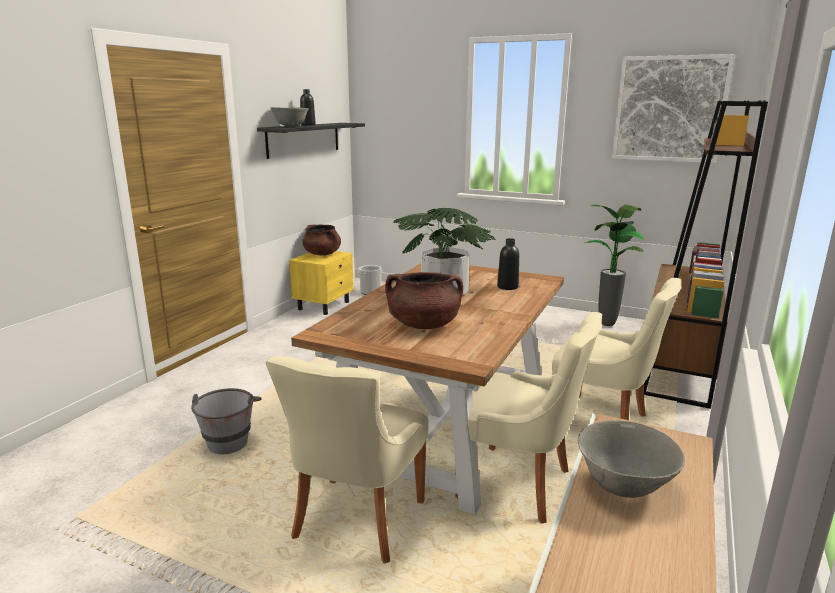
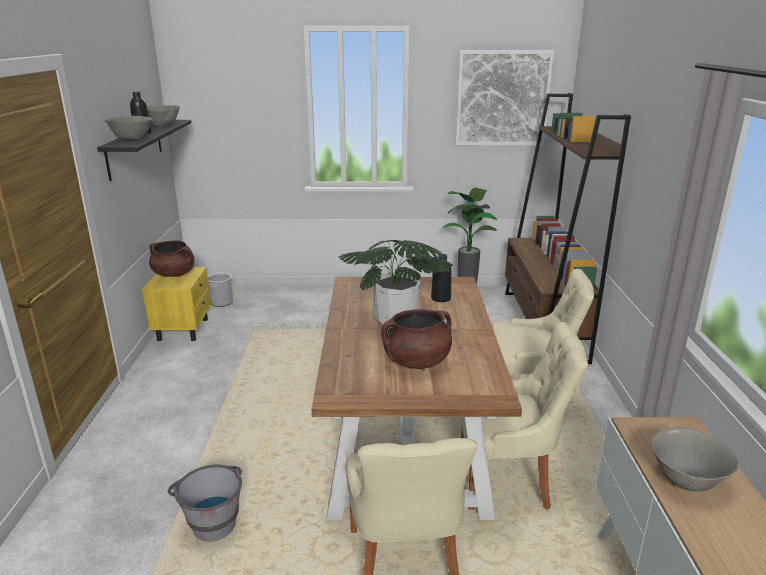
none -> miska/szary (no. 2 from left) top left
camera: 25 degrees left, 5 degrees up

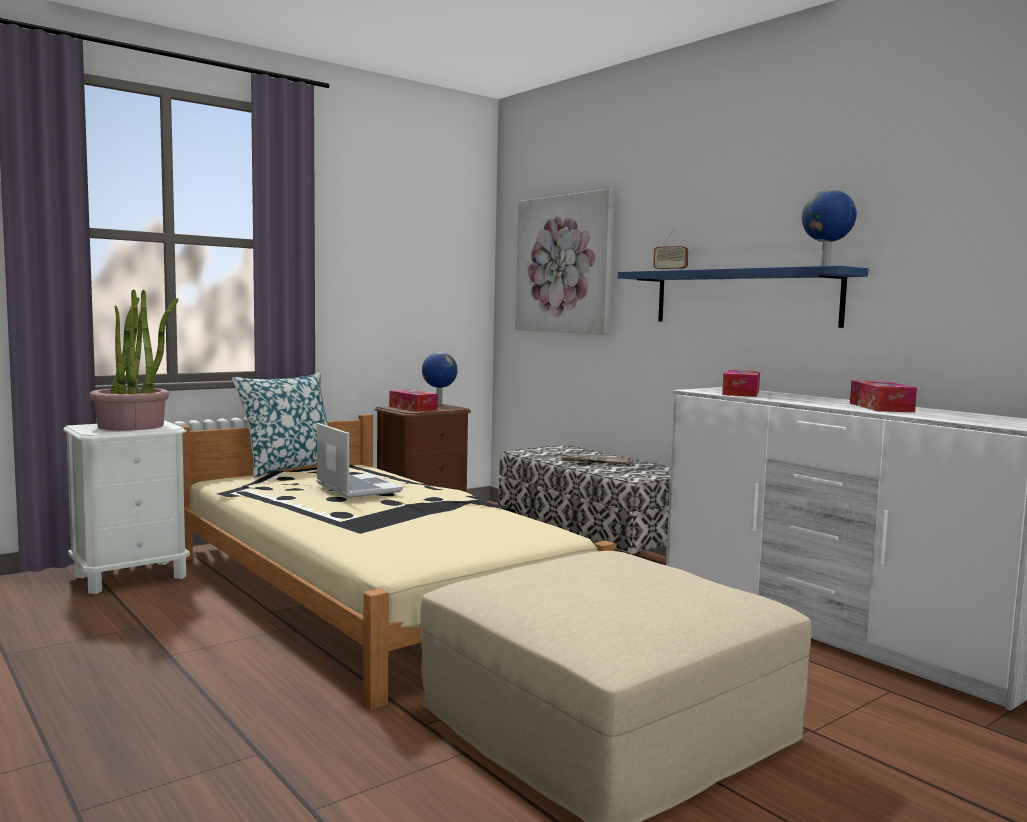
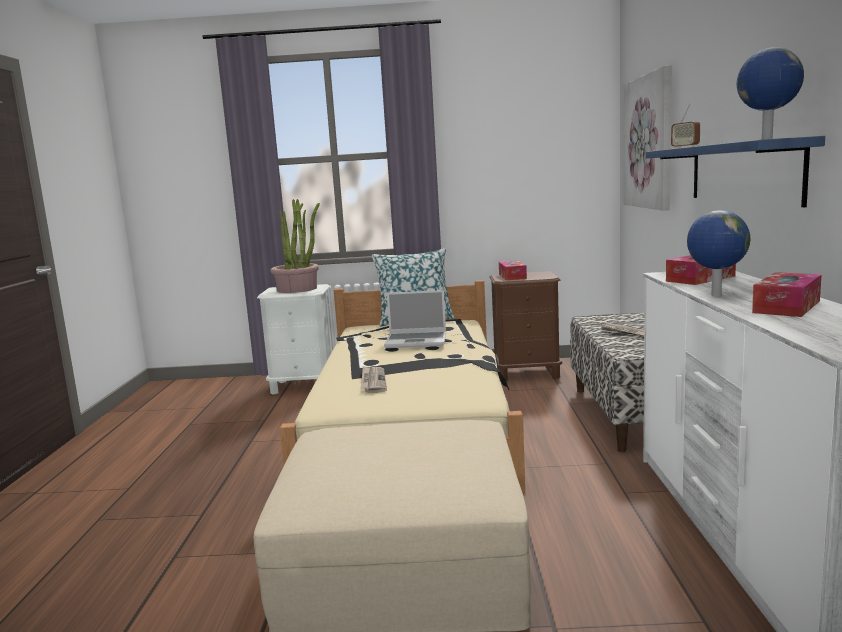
laptop centre, 90 degrees clockwise
globus (no. 1 from left) centre -> globus (no. 1 from left) middle right, shifted
none -> gazeta (no. 1 from left) centre
camera: 40 degrees right, 5 degrees up

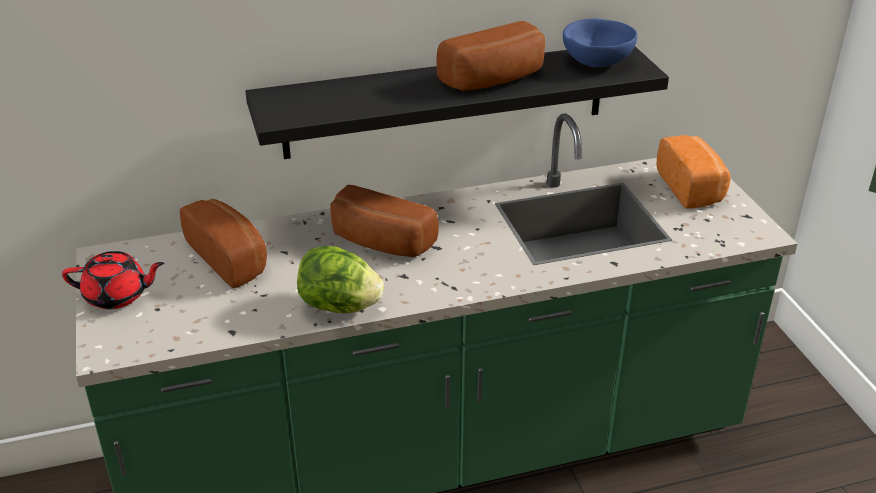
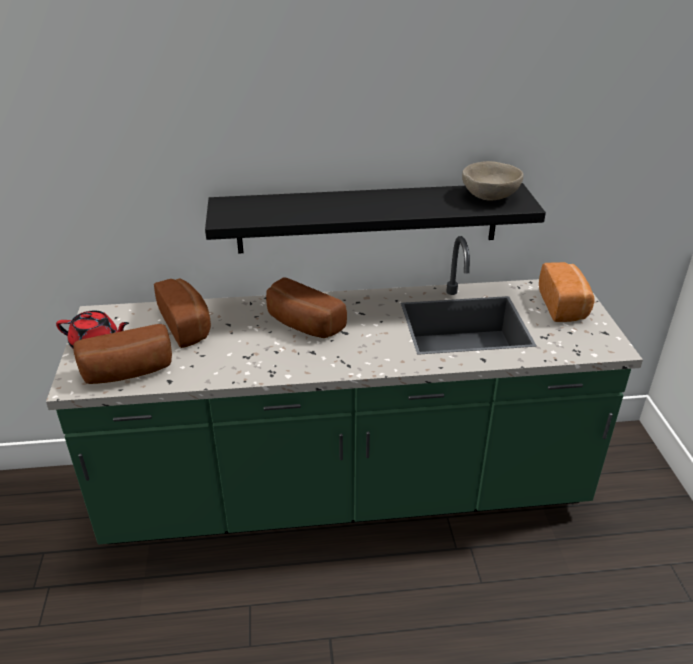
sałata centre -> none
chleb (no. 3 from left in the first image) top centre -> chleb (no. 1 from left) middle left, shifted
miska/niebieski top right -> miska/beżowy top right
camera: 10 degrees right, 0 degrees up

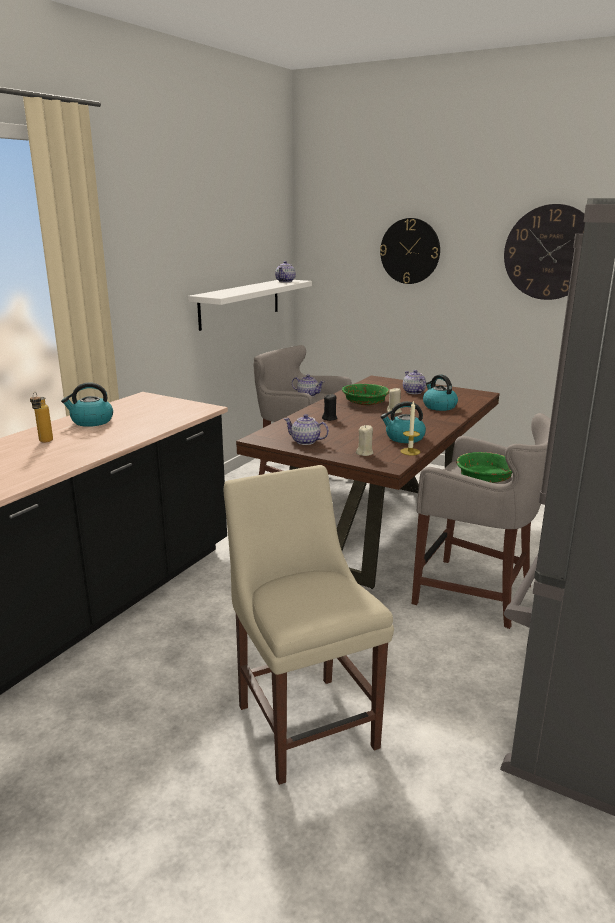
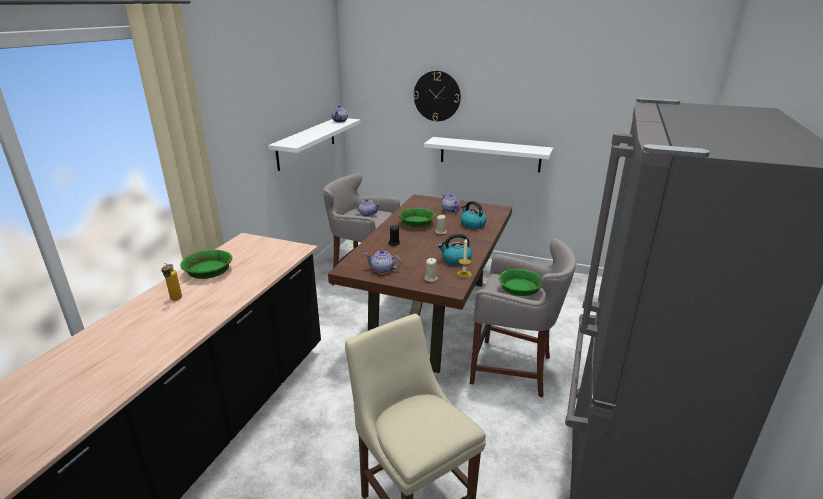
czajnik (no. 1 from left) middle left -> miska/zielony (no. 1 from left) middle left
zegar ścienny (no. 2 from left) top right -> none
none -> półka/biały (no. 2 from left) top centre
camera: 10 degrees left, 5 degrees up

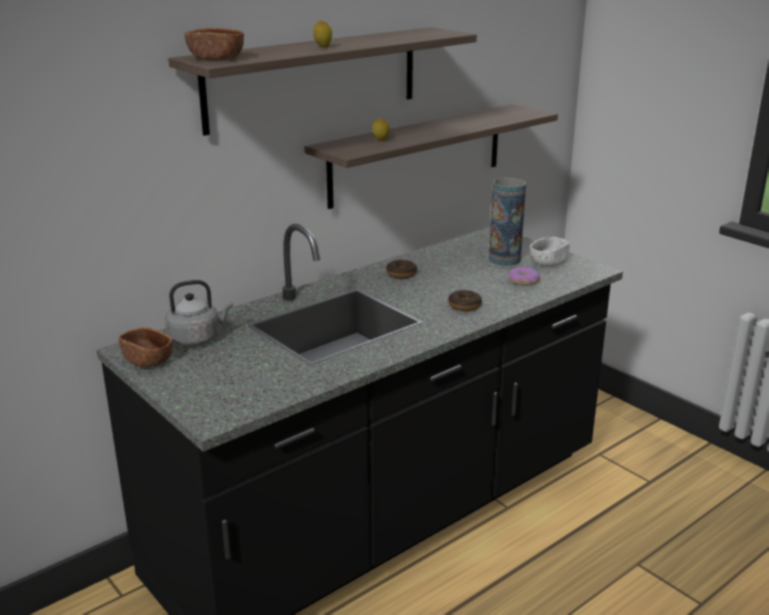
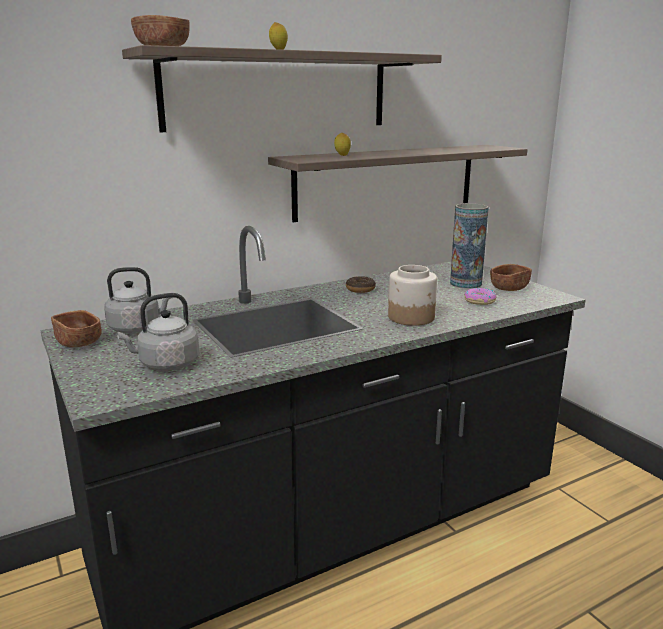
donut (no. 2 from left) centre -> słoik centre
miska/biały middle right -> miska/brązowy (no. 3 from left) middle right
none -> czajnik/szary (no. 2 from left) middle left
camera: 10 degrees right, 5 degrees down

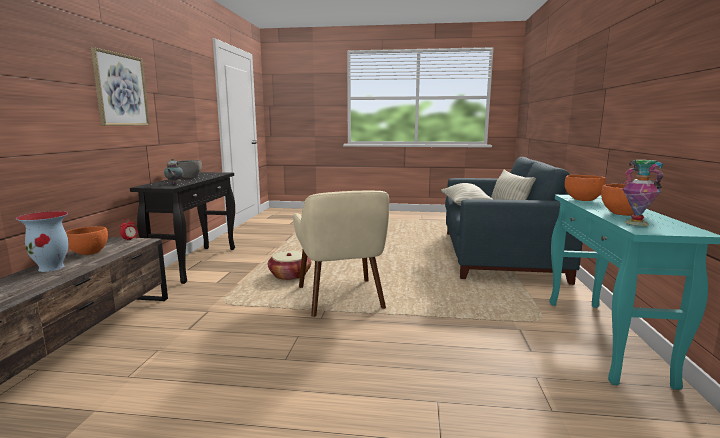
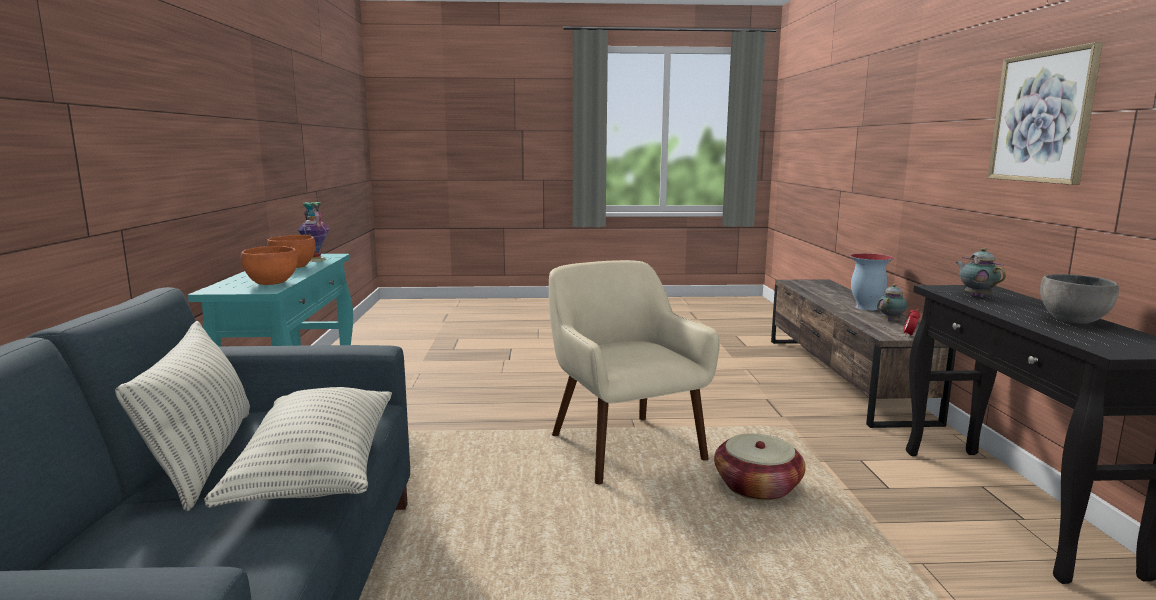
miska/pomarańczowy (no. 1 from left) middle left -> imbryk (no. 1 from left) middle right
camera: 170 degrees right, 0 degrees up

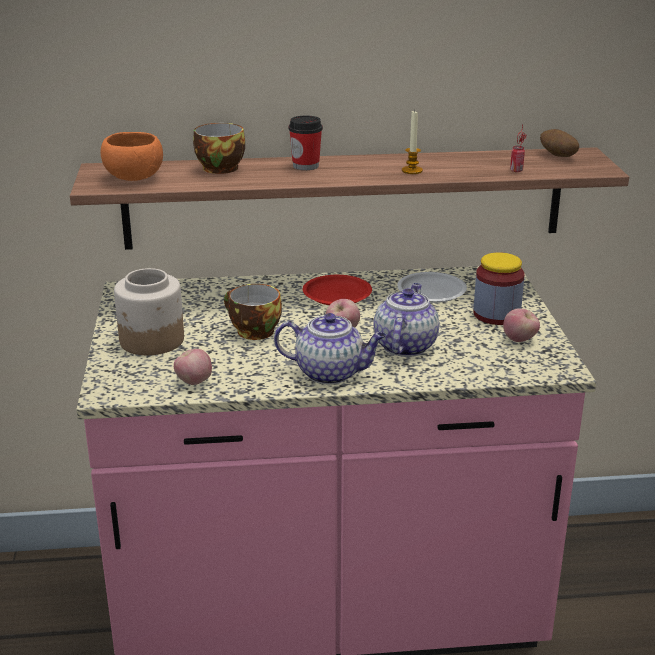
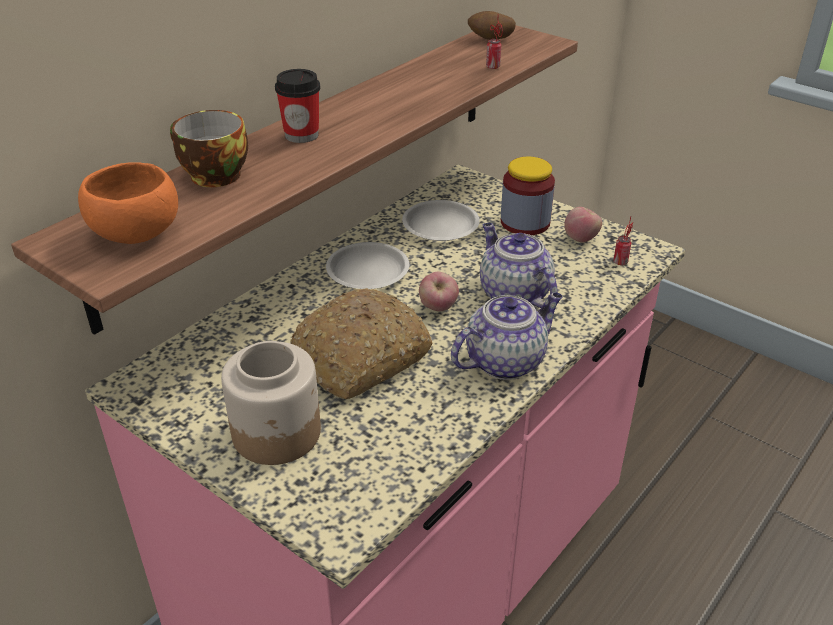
jabłko (no. 1 from left) middle left -> none
filiżanka (no. 2 from left) centre -> chleb centre
talerz/czerwony centre -> talerz/biały (no. 1 from left) centre
świeca top centre -> none
none -> puszka (no. 2 from left) middle right
camera: 45 degrees left, 10 degrees up

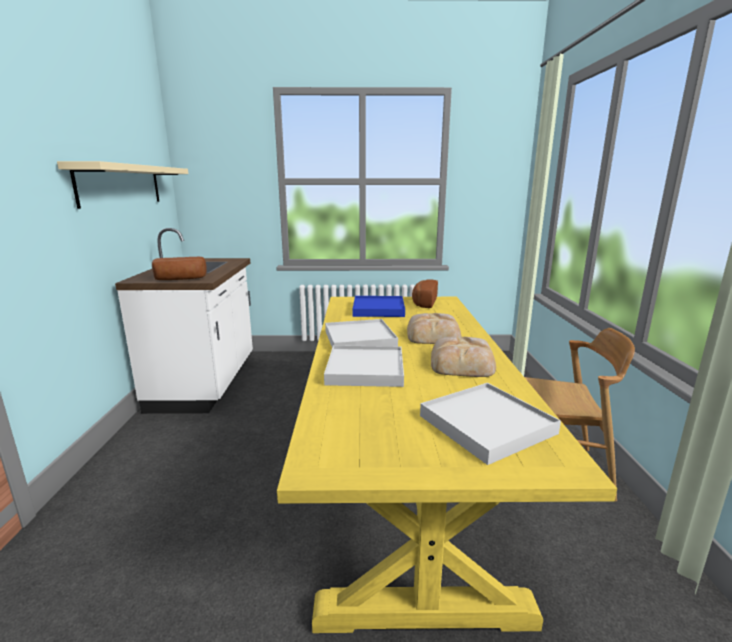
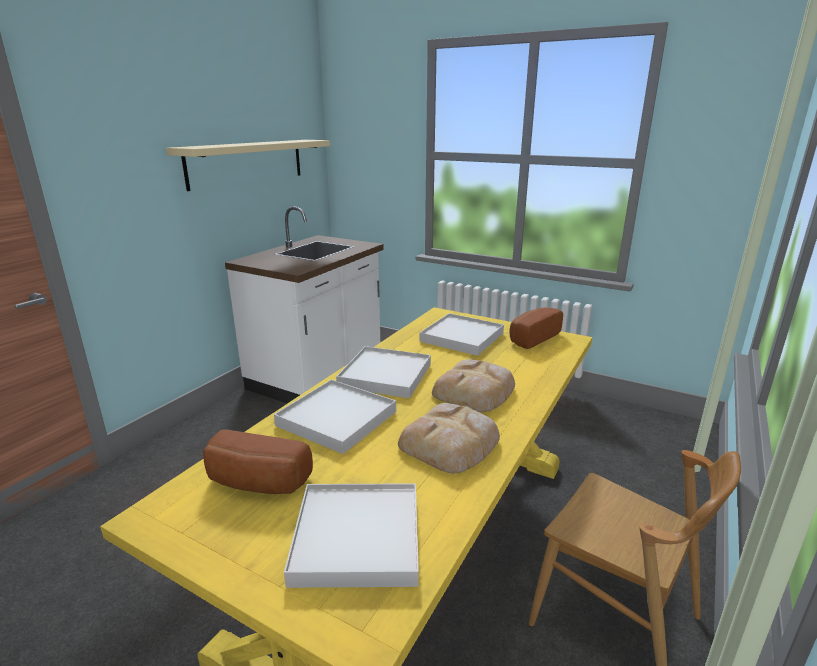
chleb (no. 1 from left) middle left -> chleb (no. 1 from left) bottom left, shifted
taca/niebieski centre -> taca/biały (no. 4 from left) centre
camera: 30 degrees right, 5 degrees up

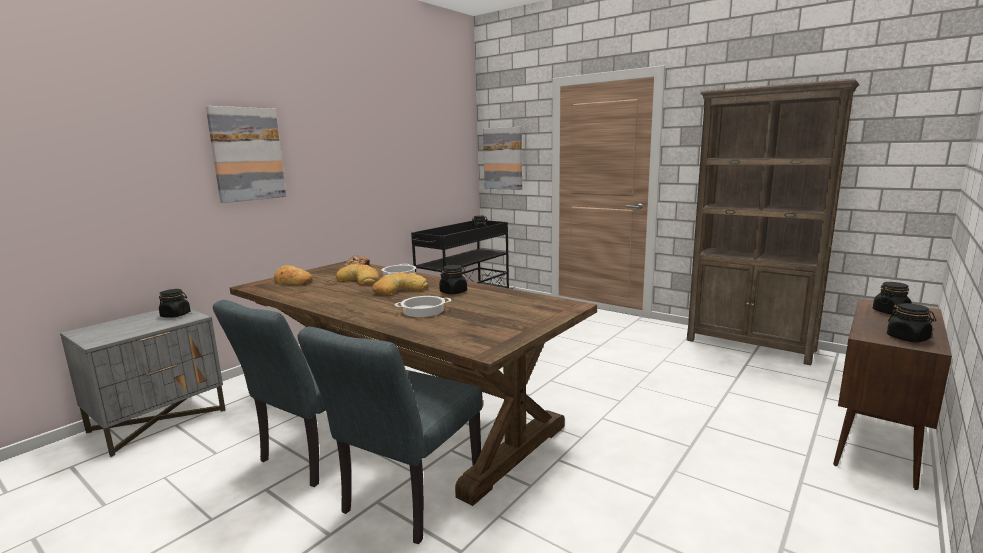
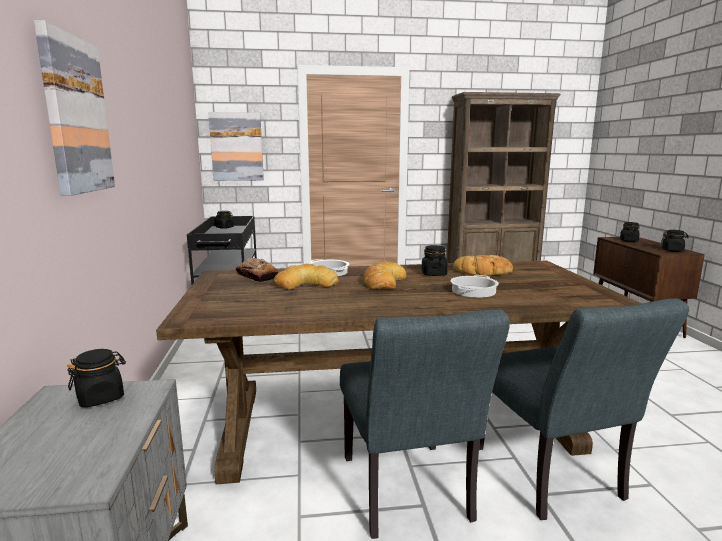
chleb (no. 1 from left in the first image) middle left -> chleb (no. 4 from left) middle right, shifted
camera: 45 degrees left, 0 degrees up

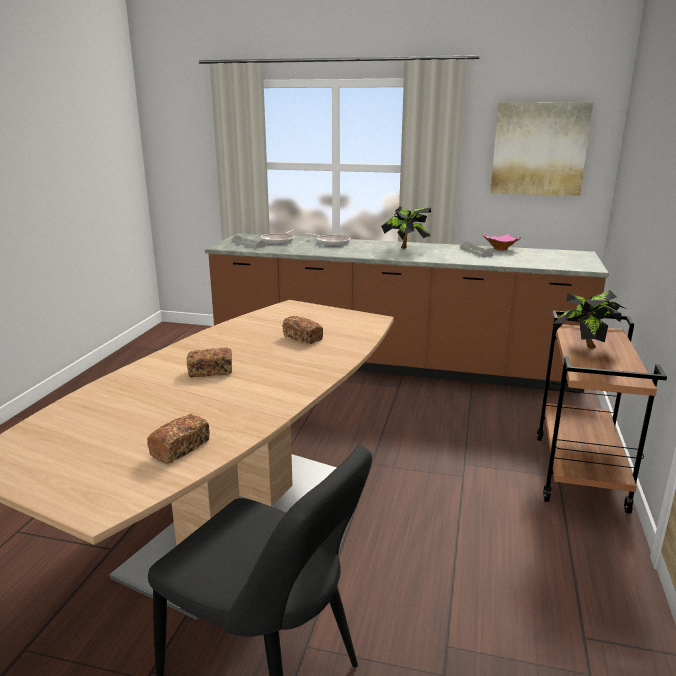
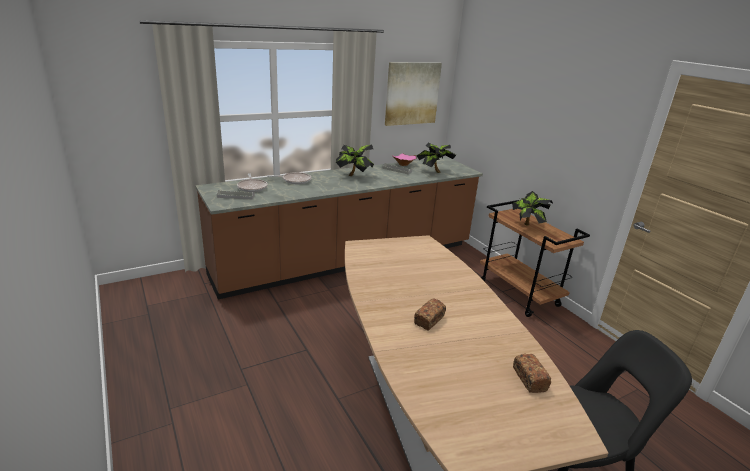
chleb (no. 3 from left) centre -> none
none -> roślina doniczkowa (no. 2 from left) centre
camera: 45 degrees left, 5 degrees up

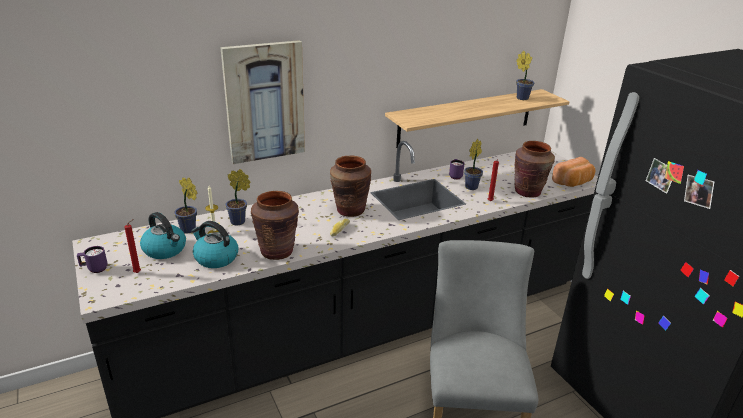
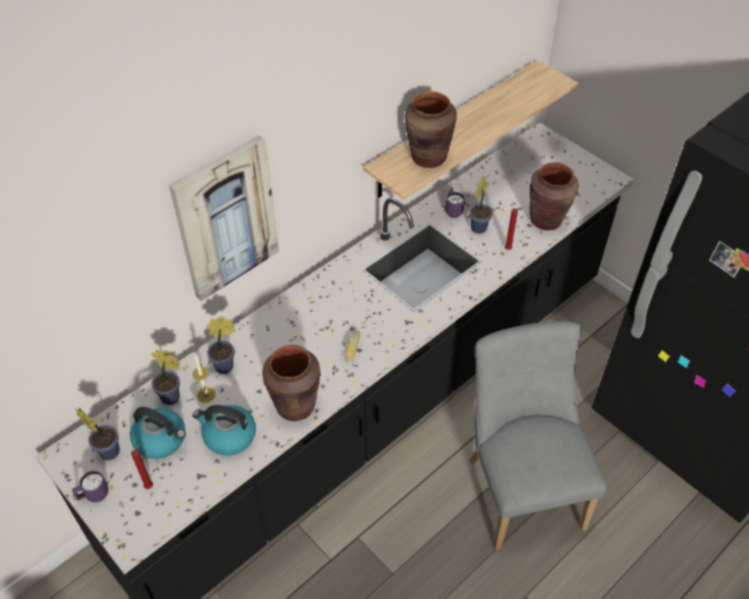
wazon/brązowy (no. 2 from left) centre -> wazon/brązowy (no. 2 from left) top centre, shifted
roślina doniczkowa (no. 4 from left in the first image) top right -> roślina doniczkowa (no. 1 from left) bottom left, shifted
chleb (no. 2 from left) middle right -> none
camera: 15 degrees left, 20 degrees up

